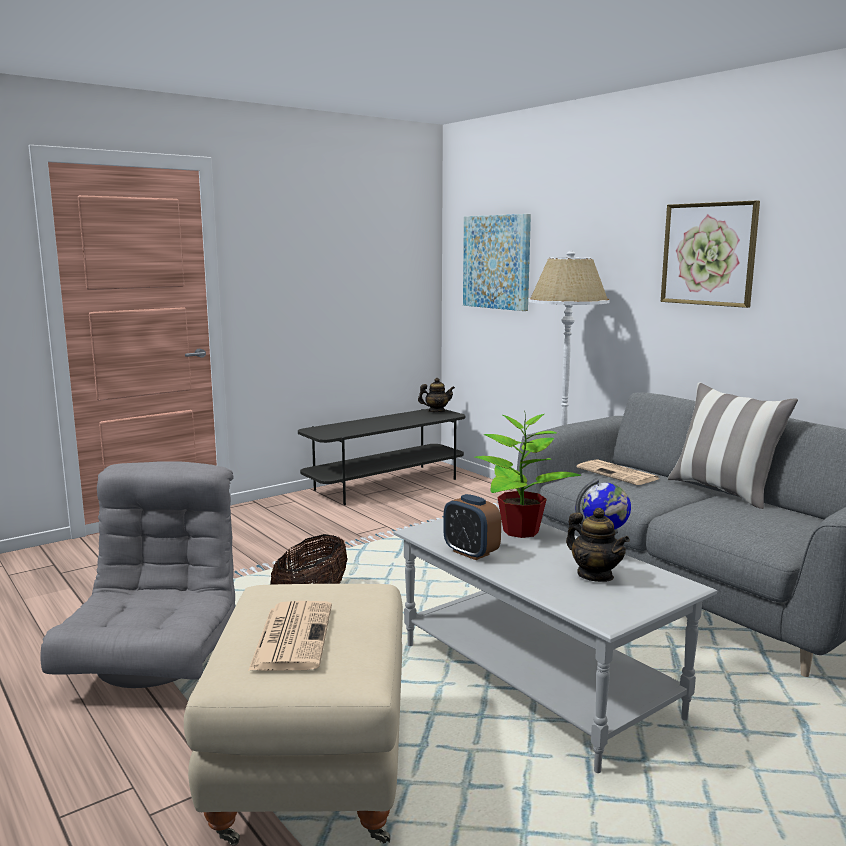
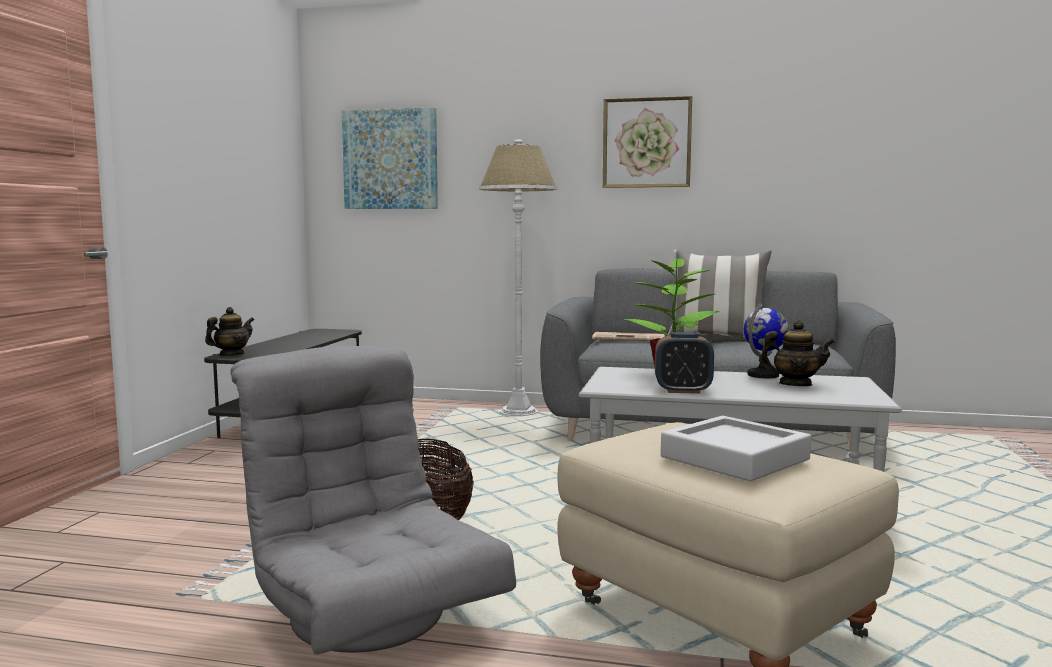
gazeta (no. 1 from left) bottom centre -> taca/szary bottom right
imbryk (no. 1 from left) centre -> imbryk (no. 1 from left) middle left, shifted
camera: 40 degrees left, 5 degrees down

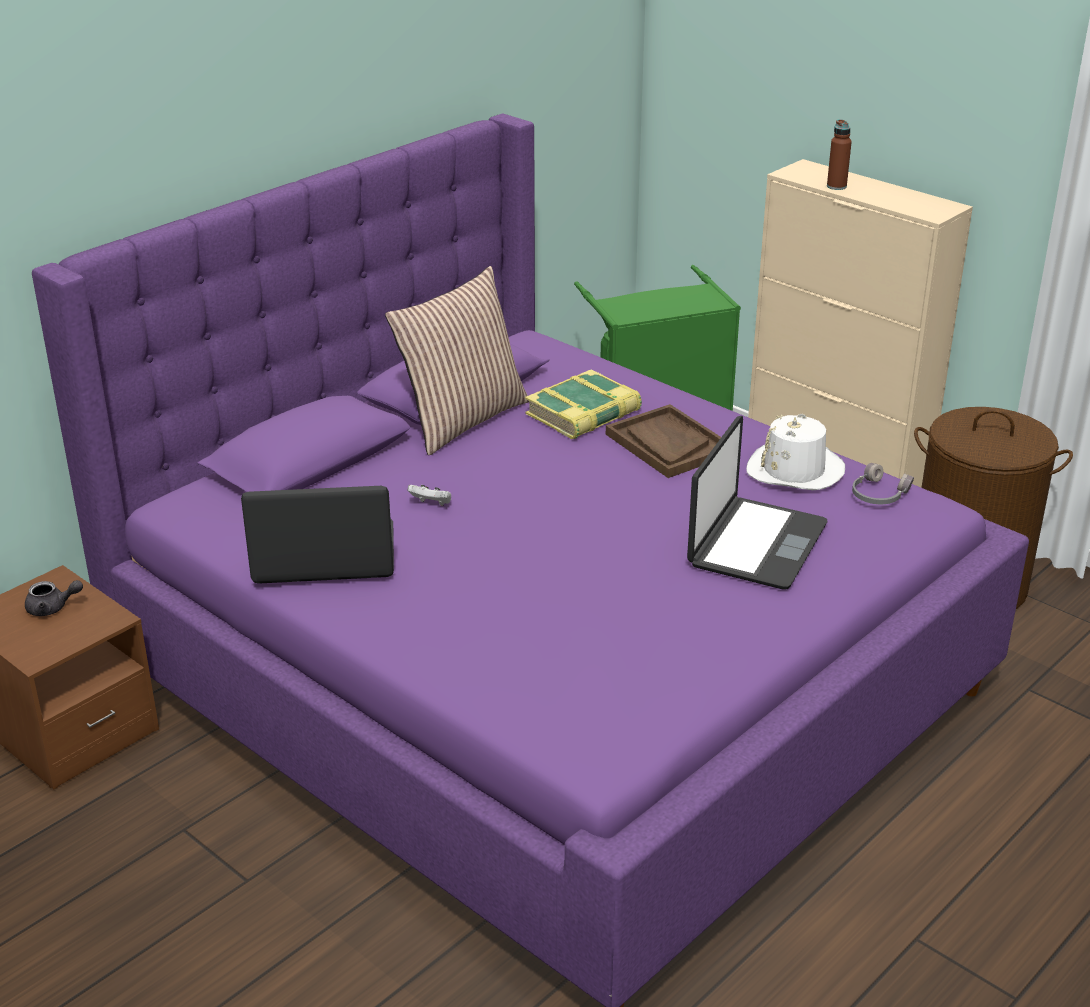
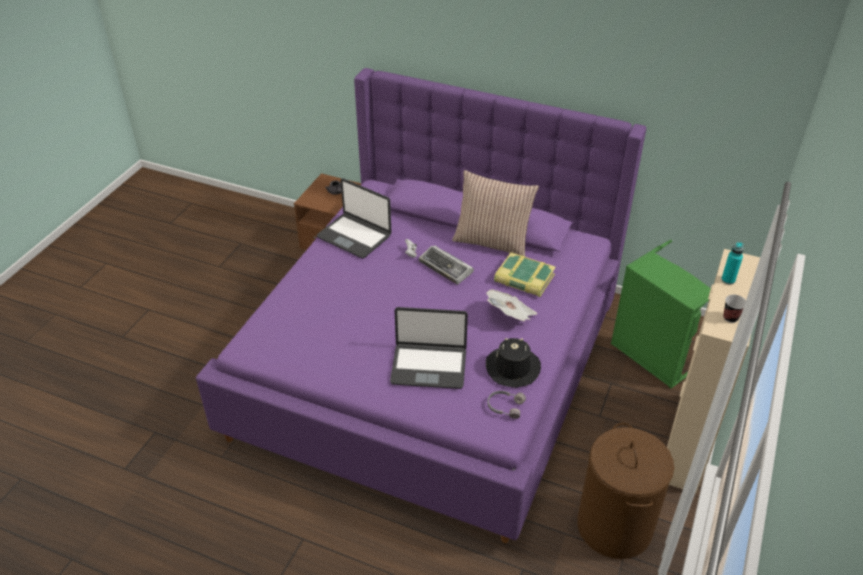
laptop (no. 1 from left) middle left -> laptop (no. 1 from left) centre, 150 degrees clockwise
taca/brązowy centre -> gazeta centre
kapelusz/biały middle right -> kapelusz/czarny centre
butelka/brązowy top right -> butelka/turkusowy middle right
none -> klawiatura centre
none -> filiżanka middle right
camera: 70 degrees right, 10 degrees up

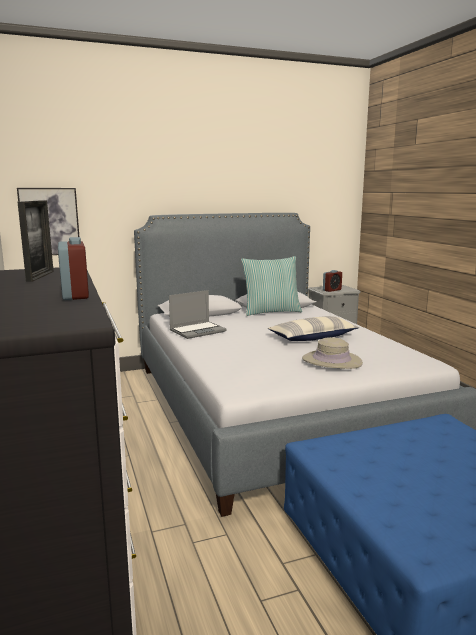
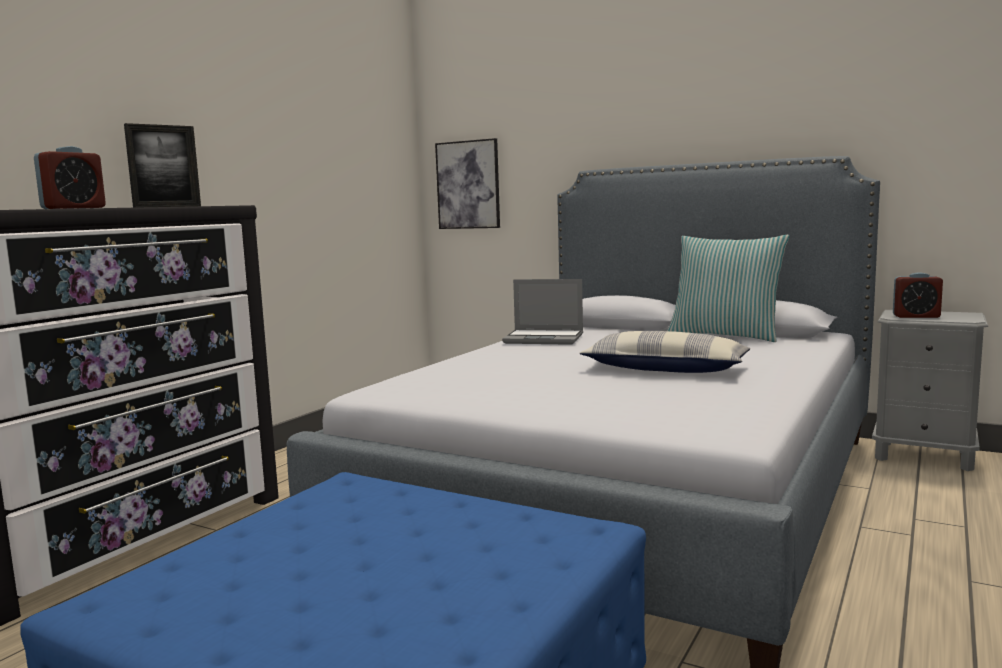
kapelusz/beżowy middle right -> none
camera: 50 degrees right, 5 degrees down

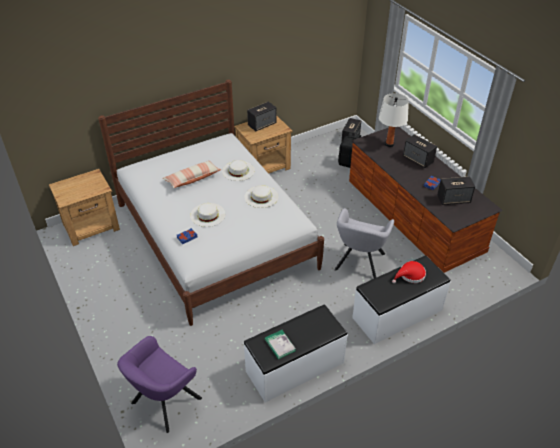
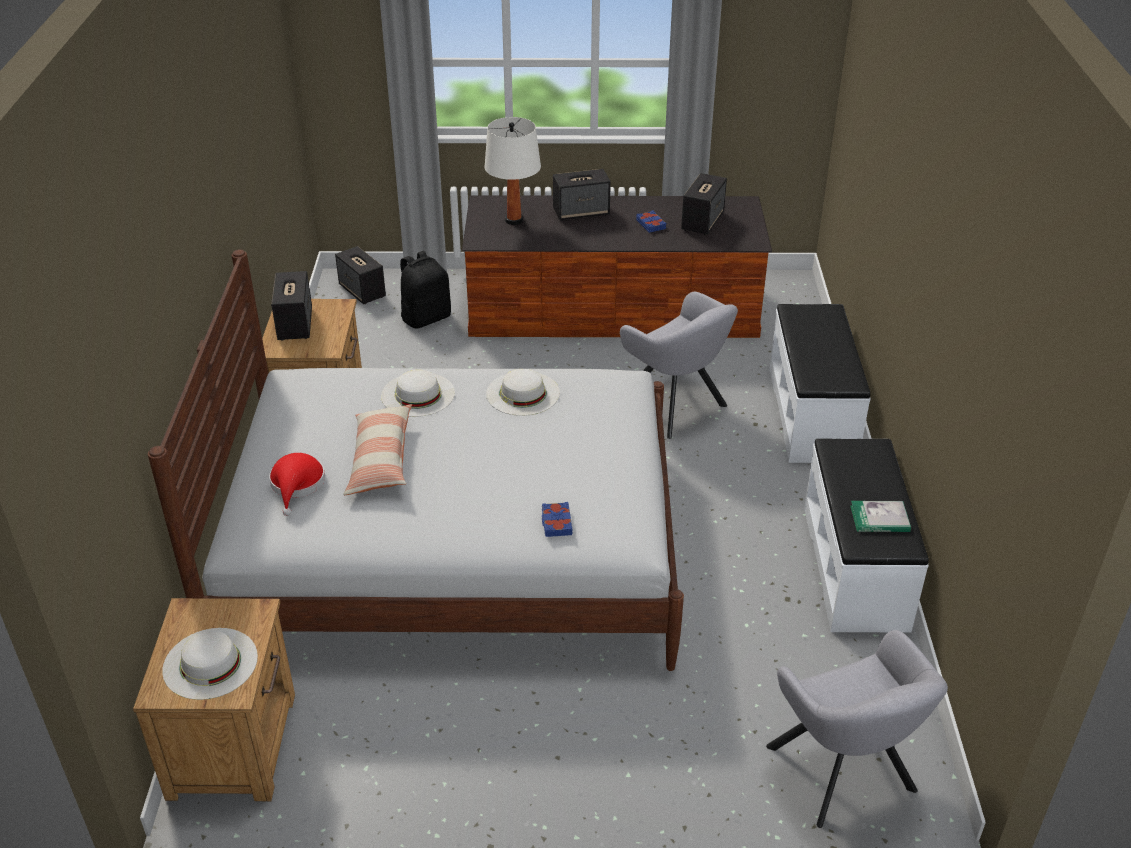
fotel/fioletowy bottom left -> fotel/szary (no. 2 from left) bottom right
kapelusz/biały (no. 1 from left) centre -> kapelusz/biały (no. 1 from left) bottom left, shifted
kapelusz/czerwony middle right -> kapelusz/czerwony middle left, shifted
camera: 60 degrees left, 5 degrees down

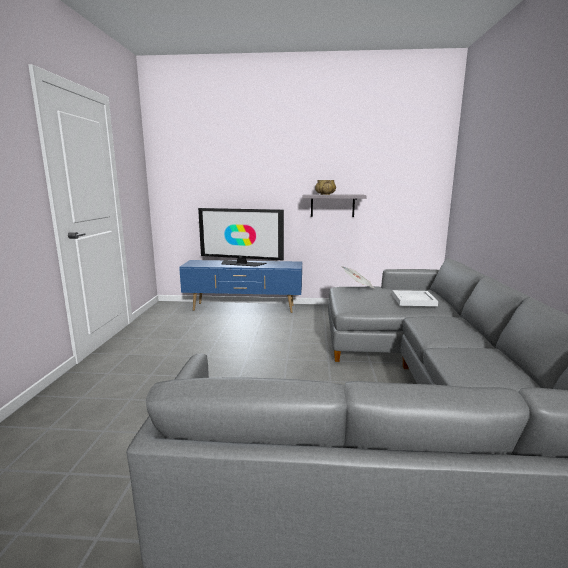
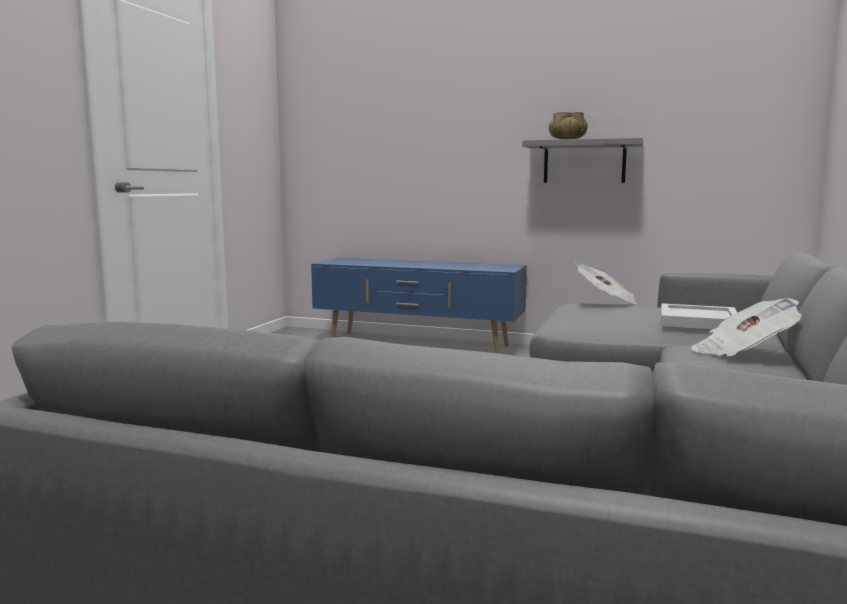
telewizor centre -> none
none -> gazeta (no. 2 from left) middle right
camera: 15 degrees right, 5 degrees down

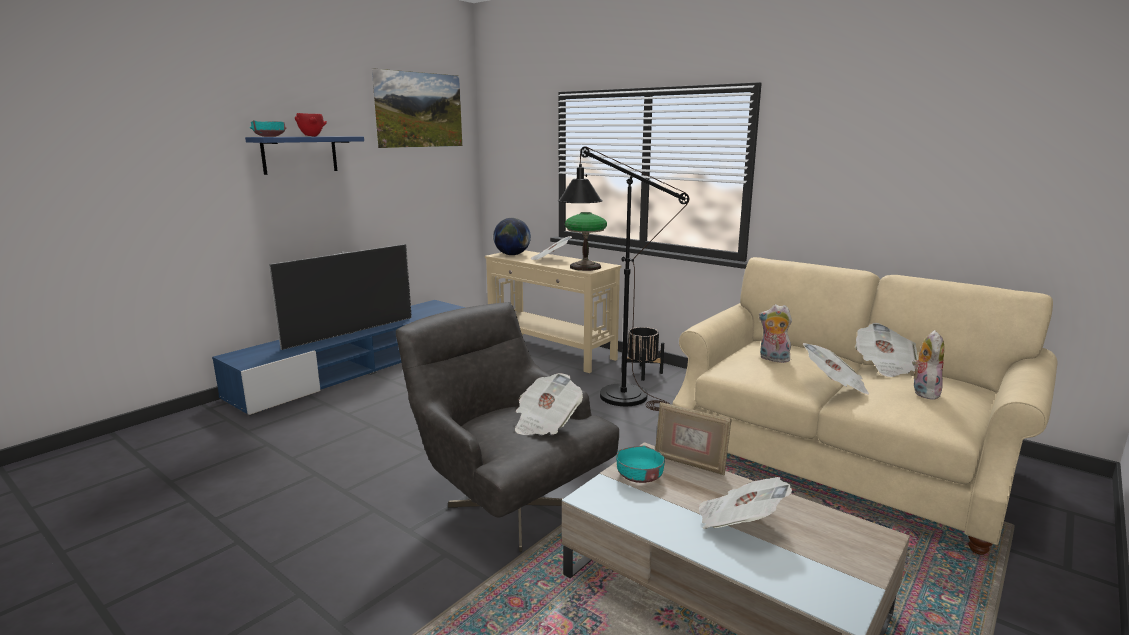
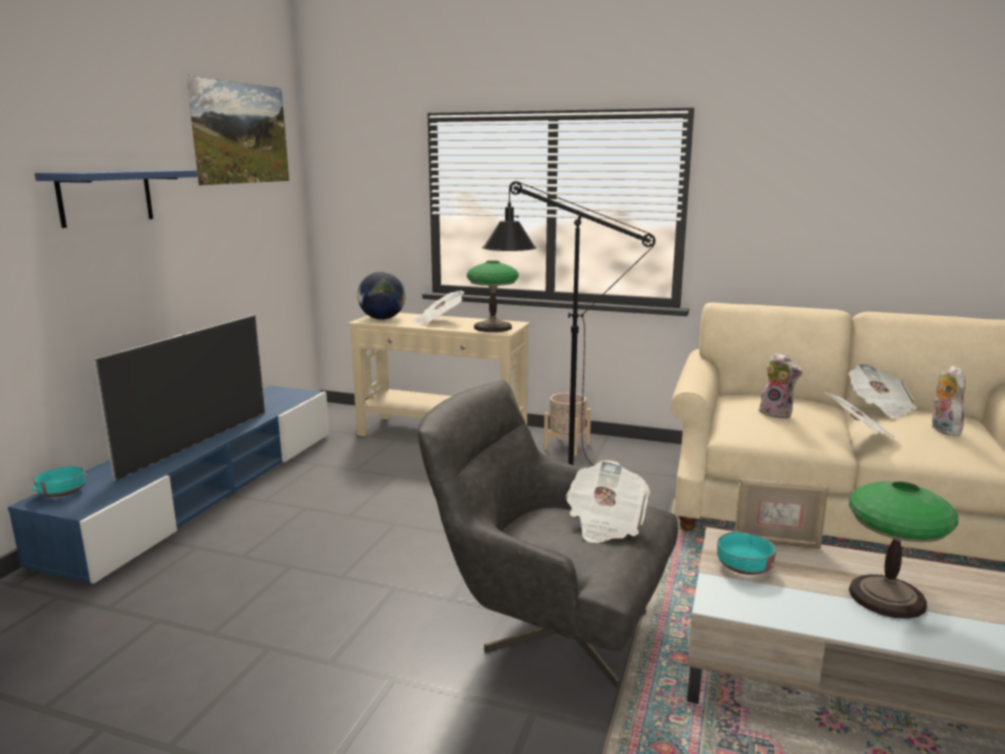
miska/turkusowy (no. 1 from left) top left -> miska/turkusowy (no. 1 from left) middle left, shifted
miska/czerwony top left -> none
donica/czarny centre -> donica/beżowy centre
gazeta (no. 3 from left) bottom centre -> lampa stołowa (no. 2 from left) bottom right
pluszak (no. 1 from left) middle right, 150 degrees counterclockwise
camera: 20 degrees left, 0 degrees up

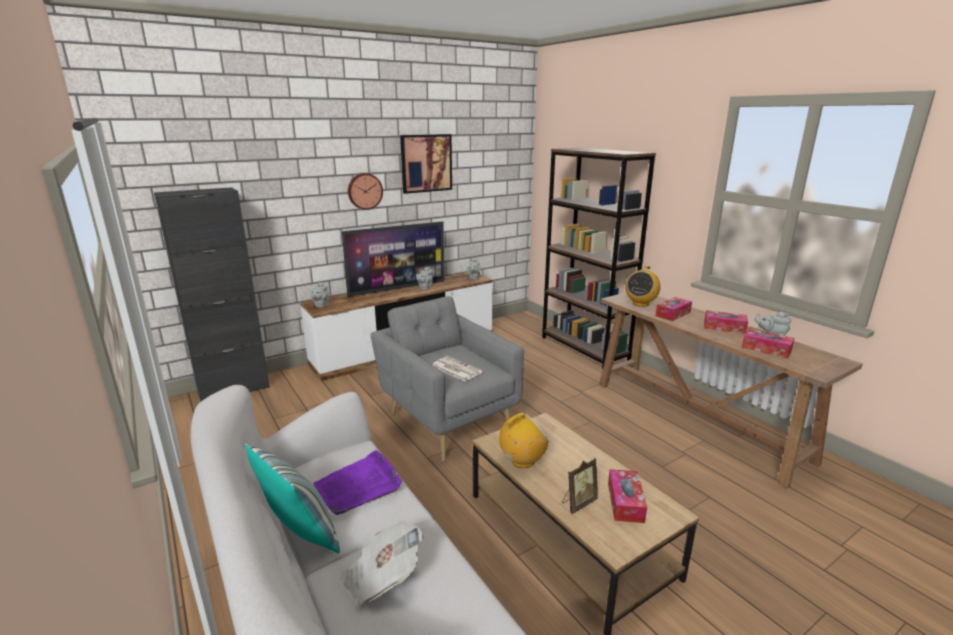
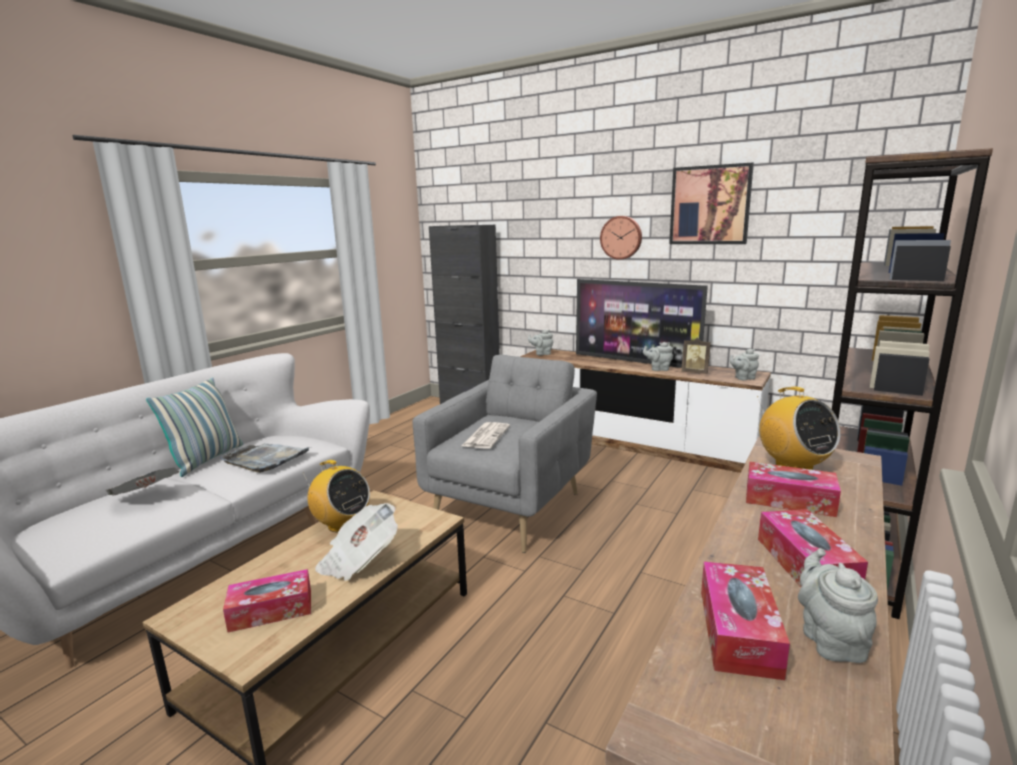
taca/fioletowy bottom centre -> taca/szary middle left
ramka na zdjęcie bottom centre -> ramka na zdjęcie middle right, shifted
radio (no. 2 from left) middle right, 120 degrees counterclockwise
none -> gazeta (no. 2 from left) bottom centre
camera: 65 degrees right, 5 degrees down

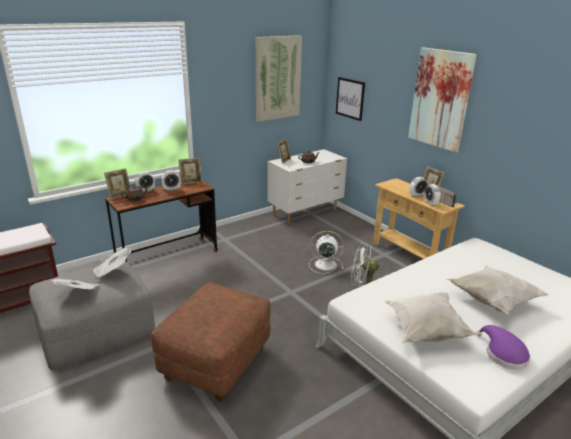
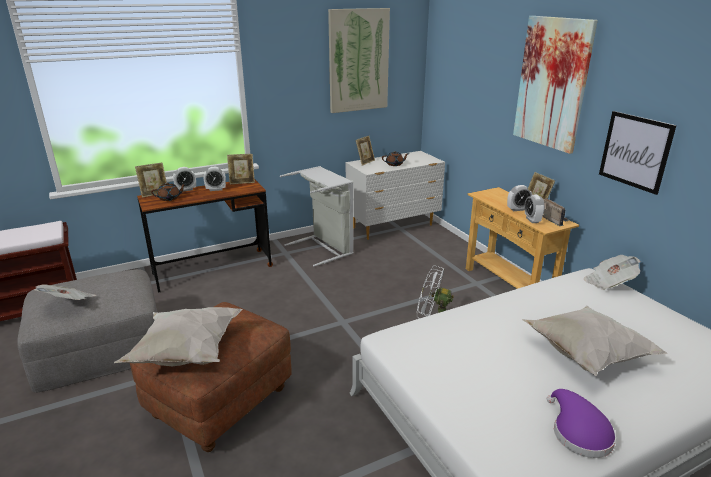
gazeta (no. 2 from left) middle left -> gazeta (no. 2 from left) middle right, shifted
wentylator/biały (no. 1 from left) centre -> none
obraz (no. 2 from left in the first image) top centre -> obraz (no. 3 from left) top right, shifted
poduszka/biały (no. 1 from left) bottom right -> poduszka/biały (no. 1 from left) bottom left, shifted
none -> kosz na pranie/szary centre
camera: 10 degrees right, 0 degrees up

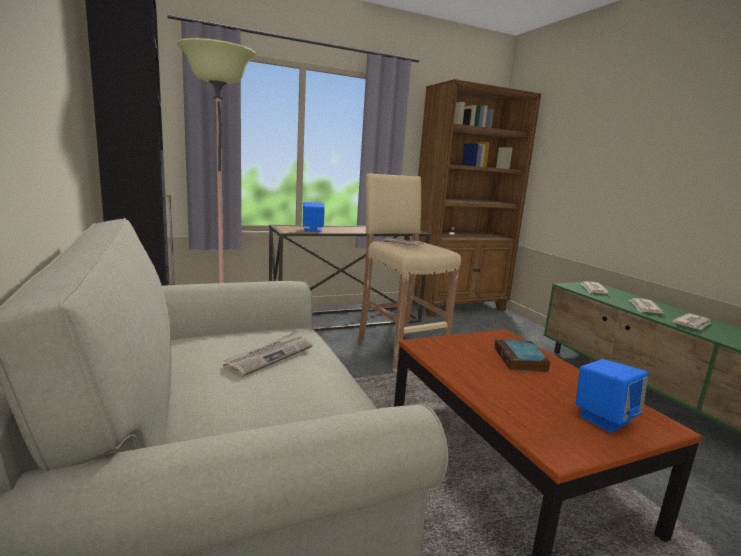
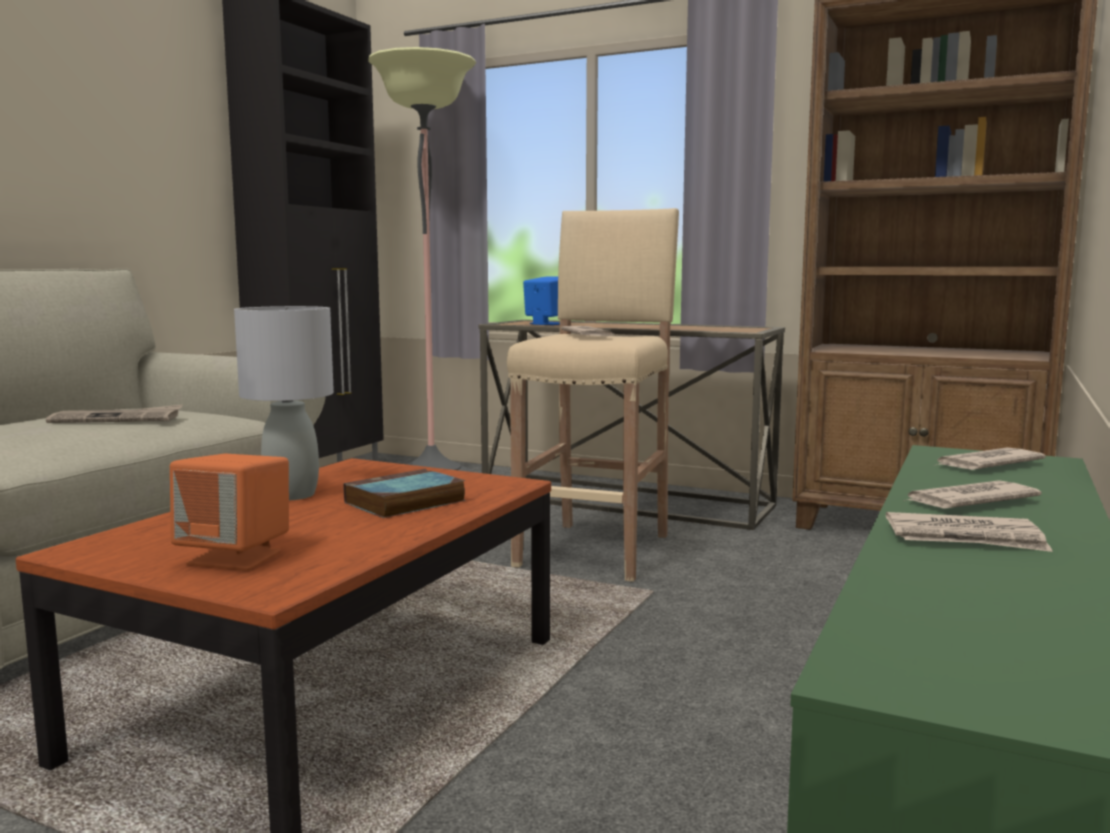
głośnik/niebieski (no. 2 from left) bottom right -> głośnik/pomarańczowy middle left
none -> lampa stołowa/szary middle left
camera: 50 degrees right, 5 degrees down

